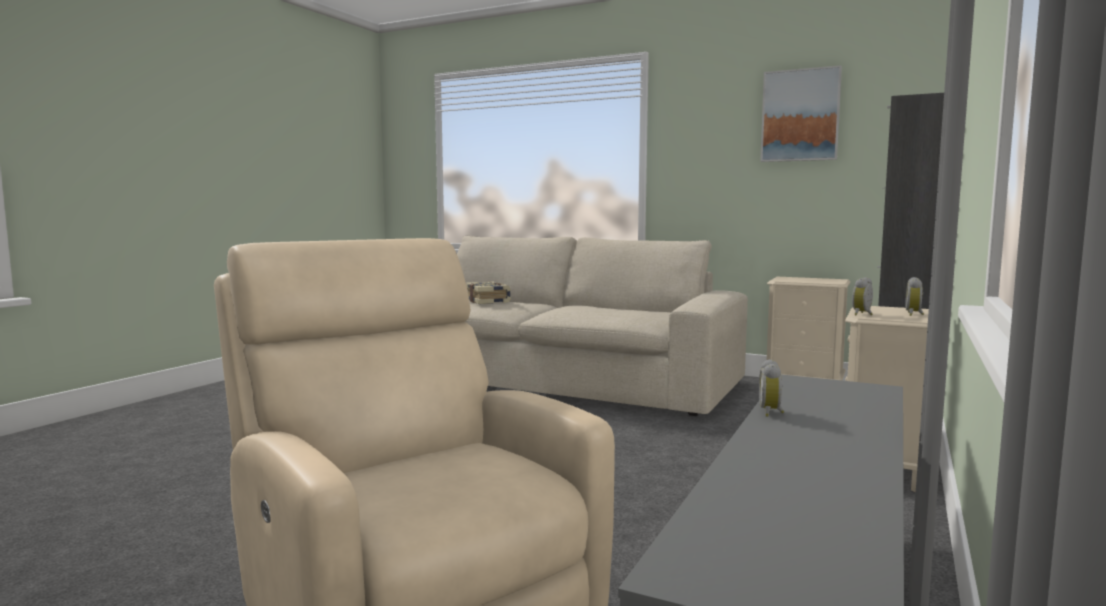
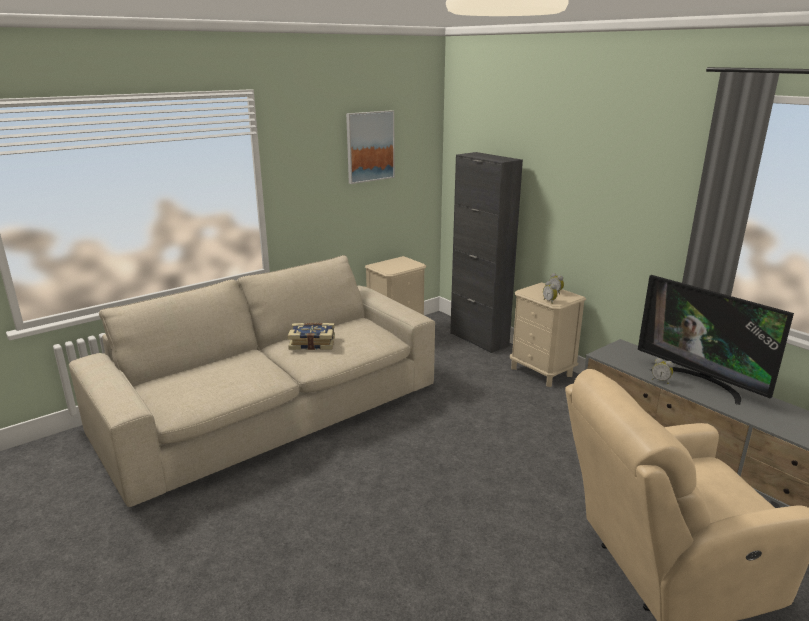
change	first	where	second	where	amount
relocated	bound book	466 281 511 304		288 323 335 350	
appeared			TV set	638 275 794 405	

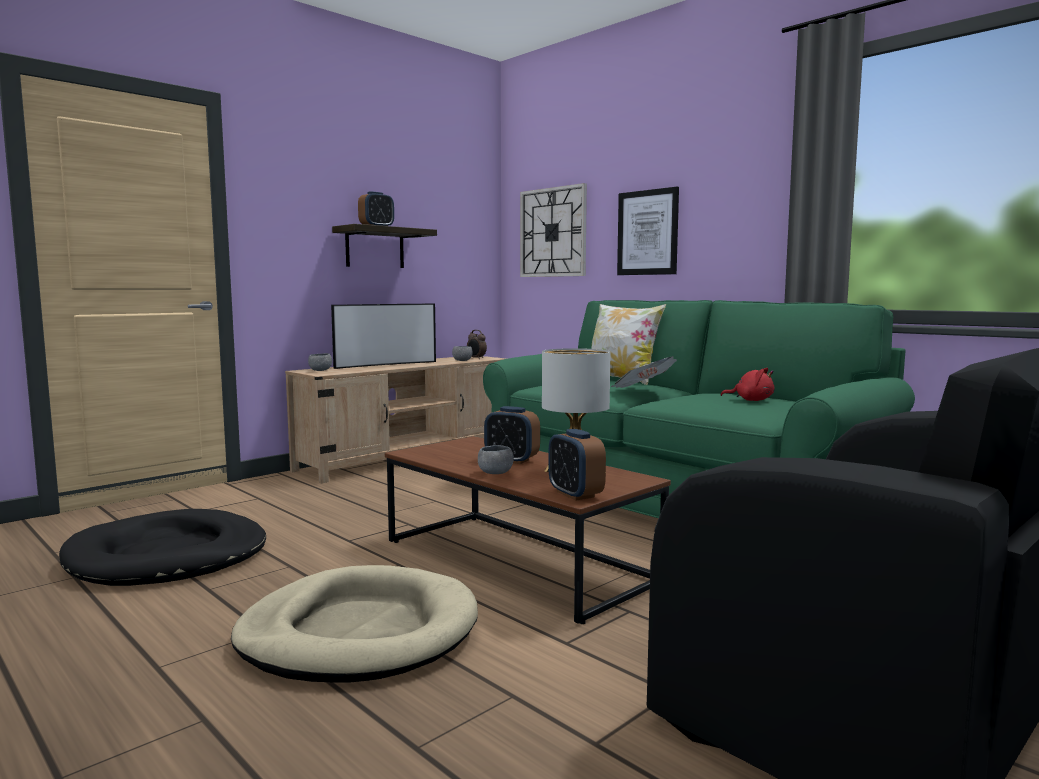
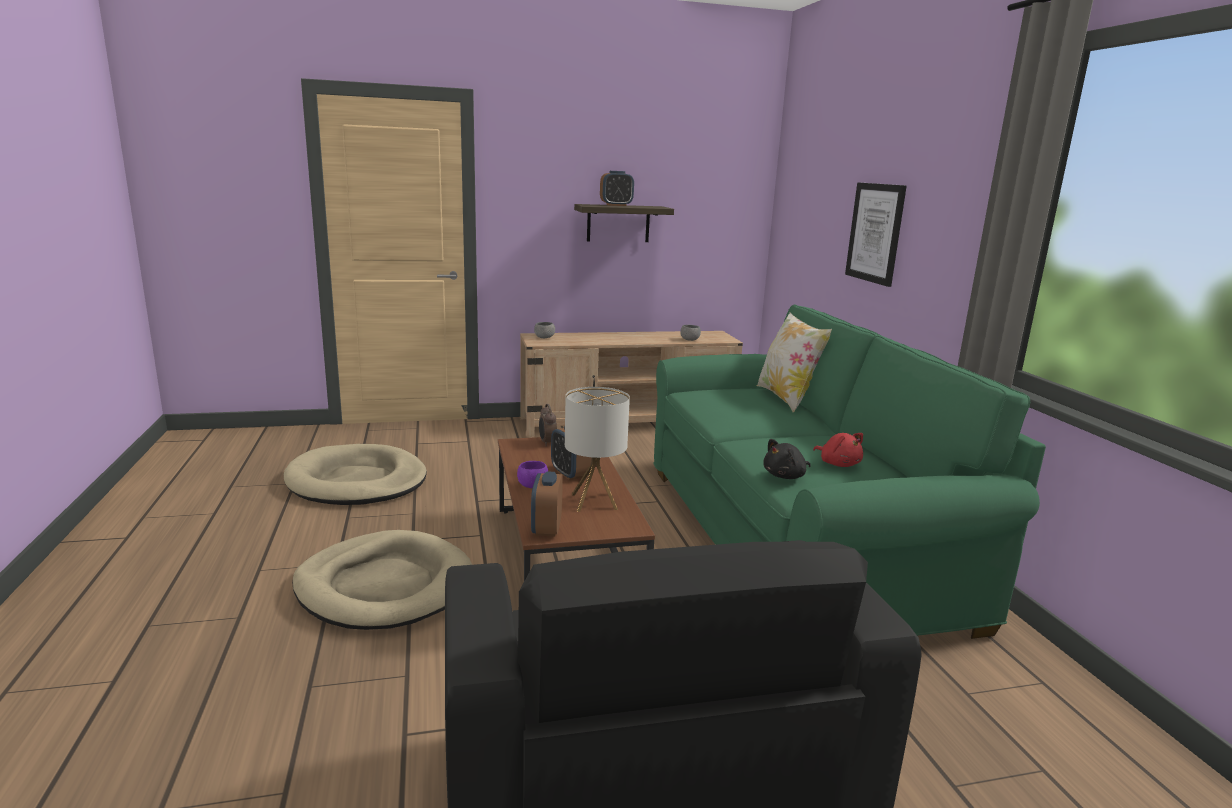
change	first	where	second	where	amount
missing	clock on the wall	520 183 587 277			
missing	TV set	331 304 436 369			
relocated	bedside clock	467 330 487 359		539 404 557 447	
missing	newspaper	611 356 677 388			
colour	grey deep dish	478 445 514 474	purple-coloured deep dish	517 461 548 488	
colour	black-coloured dog bed	59 509 266 586	sand-coloured dog bed	284 444 427 505	
appeared			black-coloured soft toy	763 439 811 479	

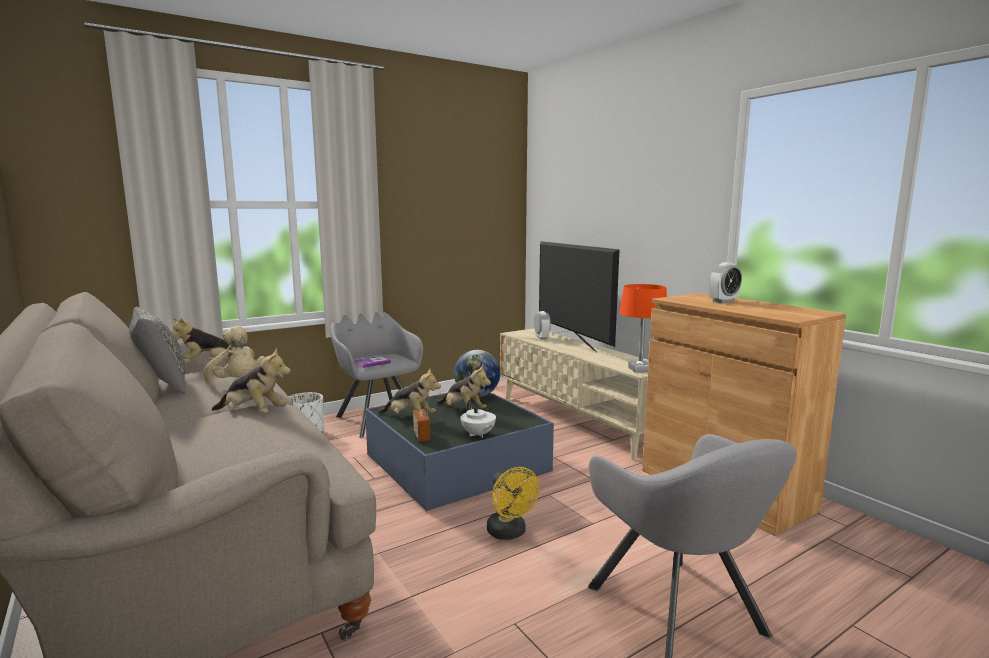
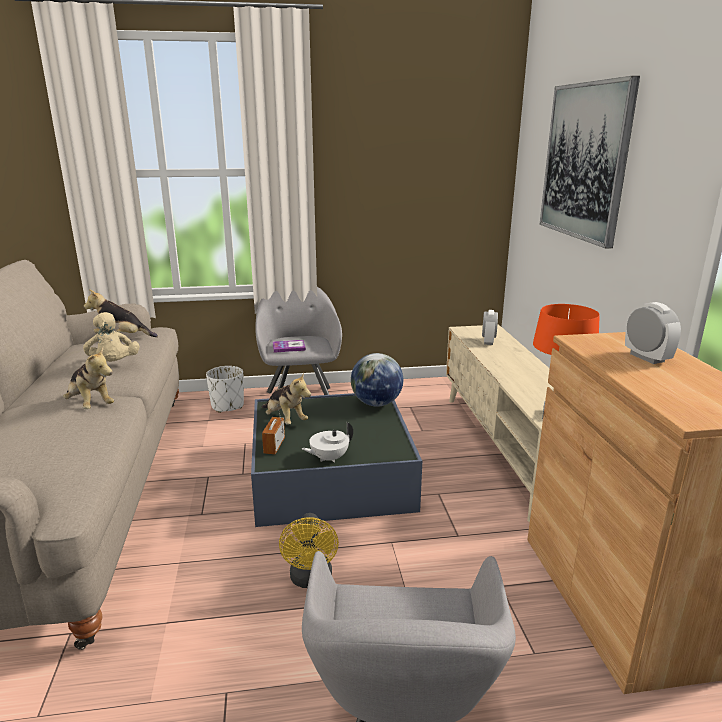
change	first	where	second	where	amount
missing	TV set	539 241 620 352			
spun	bedside clock	709 262 742 303		625 302 681 364	105 degrees counterclockwise
missing	grey throw pillow	129 307 186 394			
missing	soft toy	437 364 491 410			
spun	white tea pot	461 399 496 438		302 422 353 463	60 degrees clockwise
appeared			wall art	539 76 640 249	

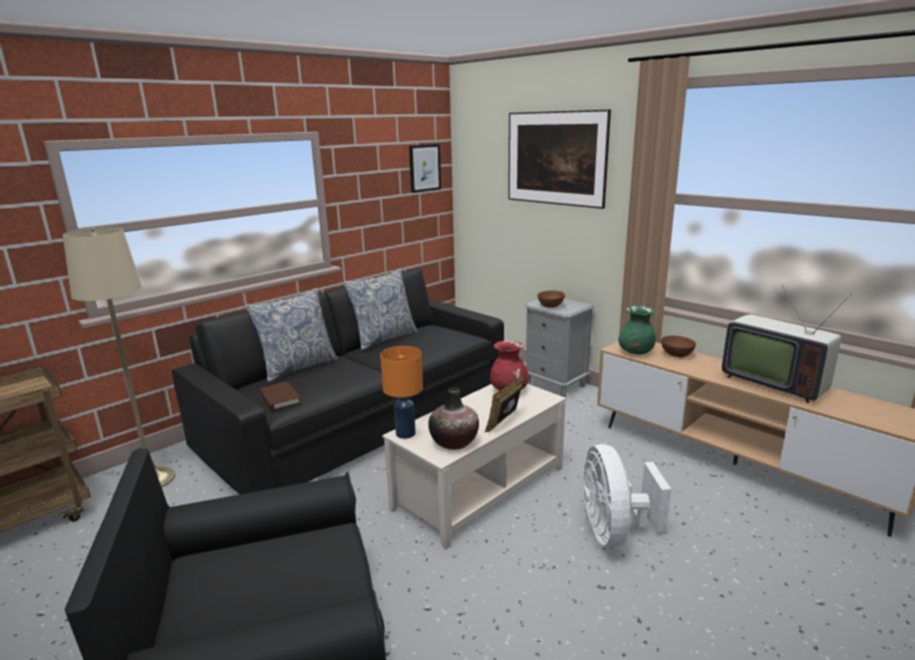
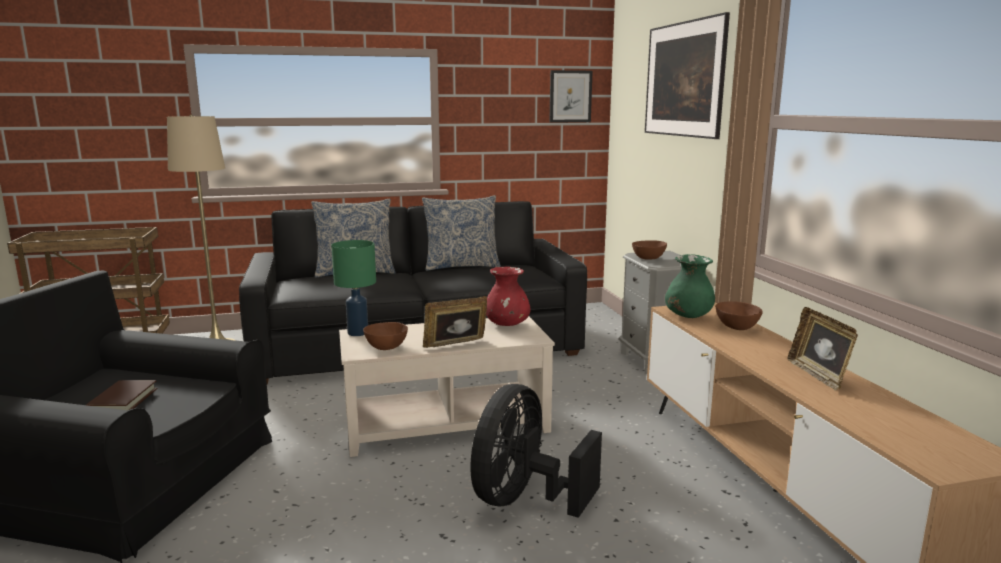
change	first	where	second	where	amount
exchanged	TV set	722 285 852 403	picture frame	787 307 858 391	
colour	orange tabletop lamp	380 346 423 439	green tabletop lamp	331 240 376 336	
relocated	brown bound book	260 382 301 411		86 380 157 410	
exchanged	decorative vase	428 387 479 450	brown deep dish	363 322 408 350	
colour	white fan	582 444 671 547	black-coloured fan	470 384 602 518	

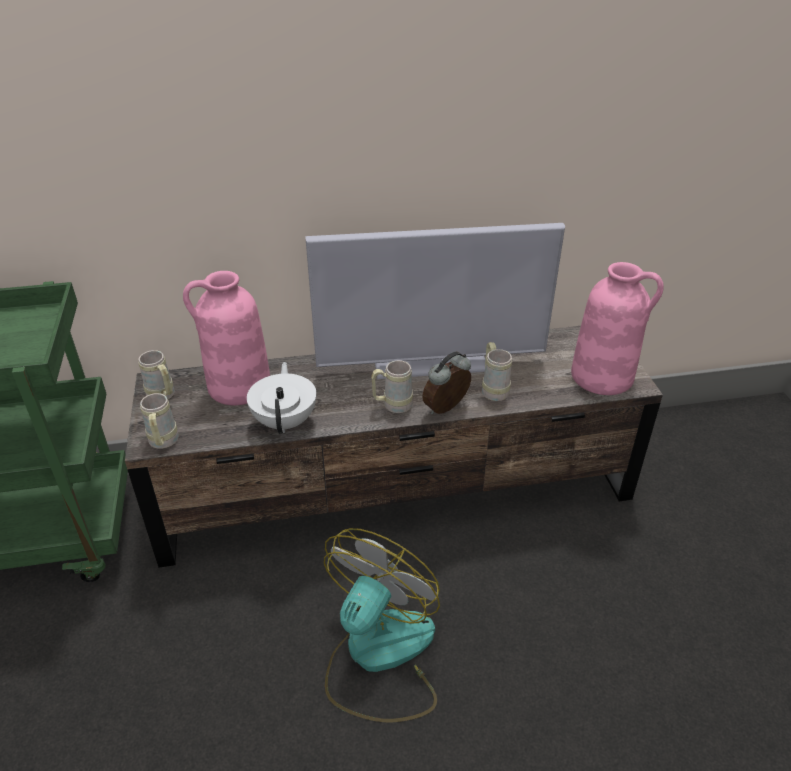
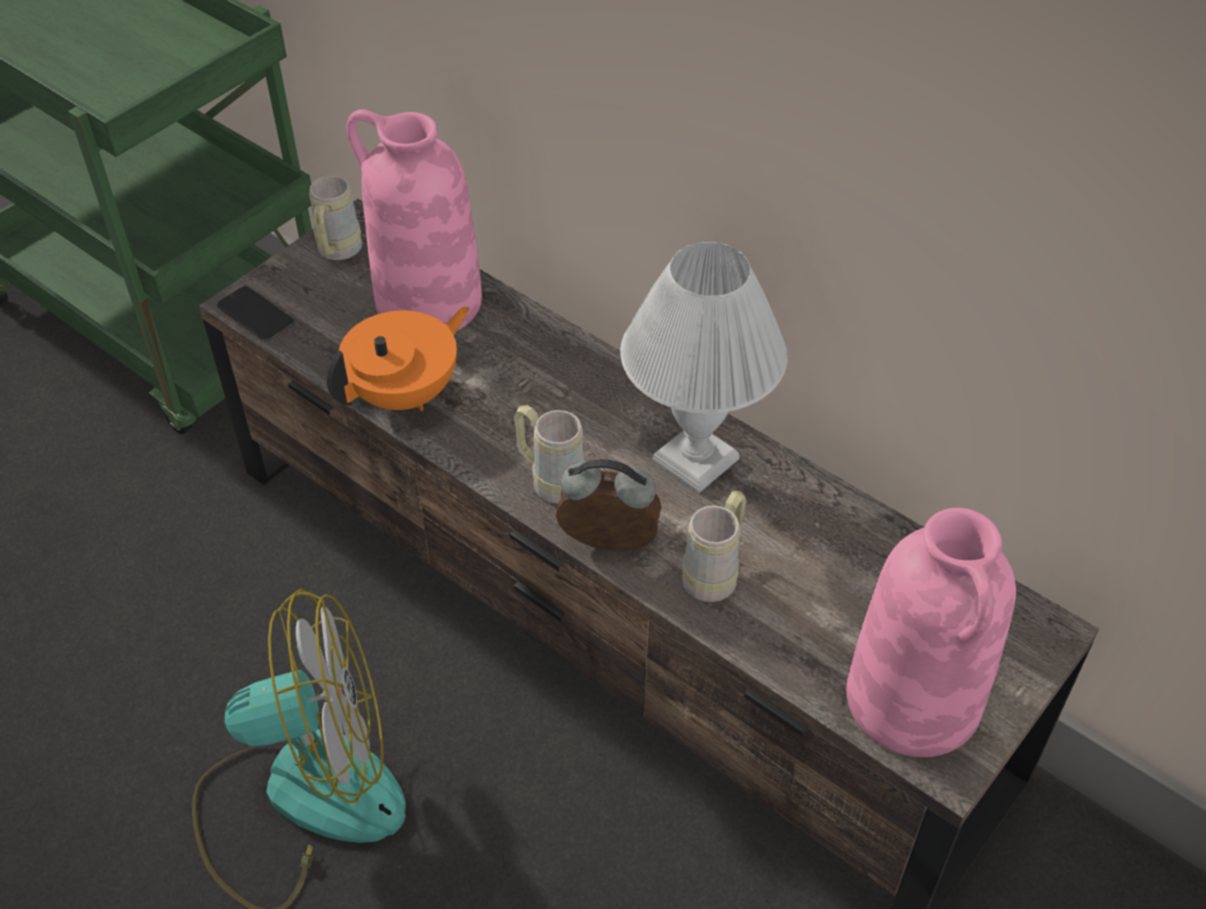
change	first	where	second	where	amount
exchanged	TV set	305 223 565 379	white tabletop lamp	620 242 788 493	
colour	white tea pot	247 362 316 434	orange tea pot	327 307 469 411	
exchanged	sand-coloured tea mug	140 393 179 449	telephone	217 286 295 342	

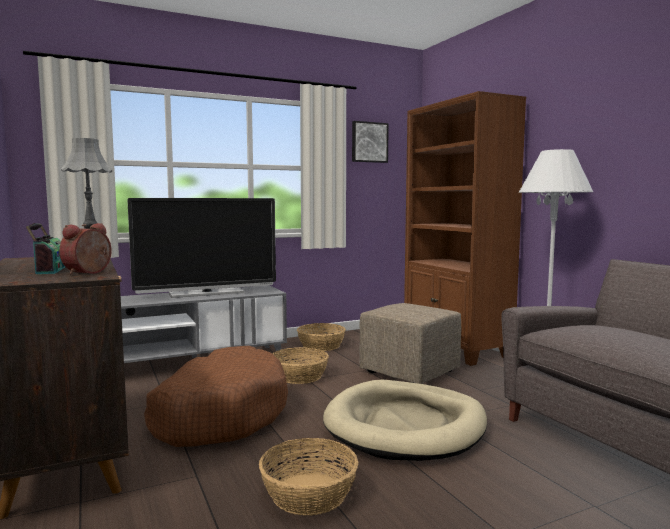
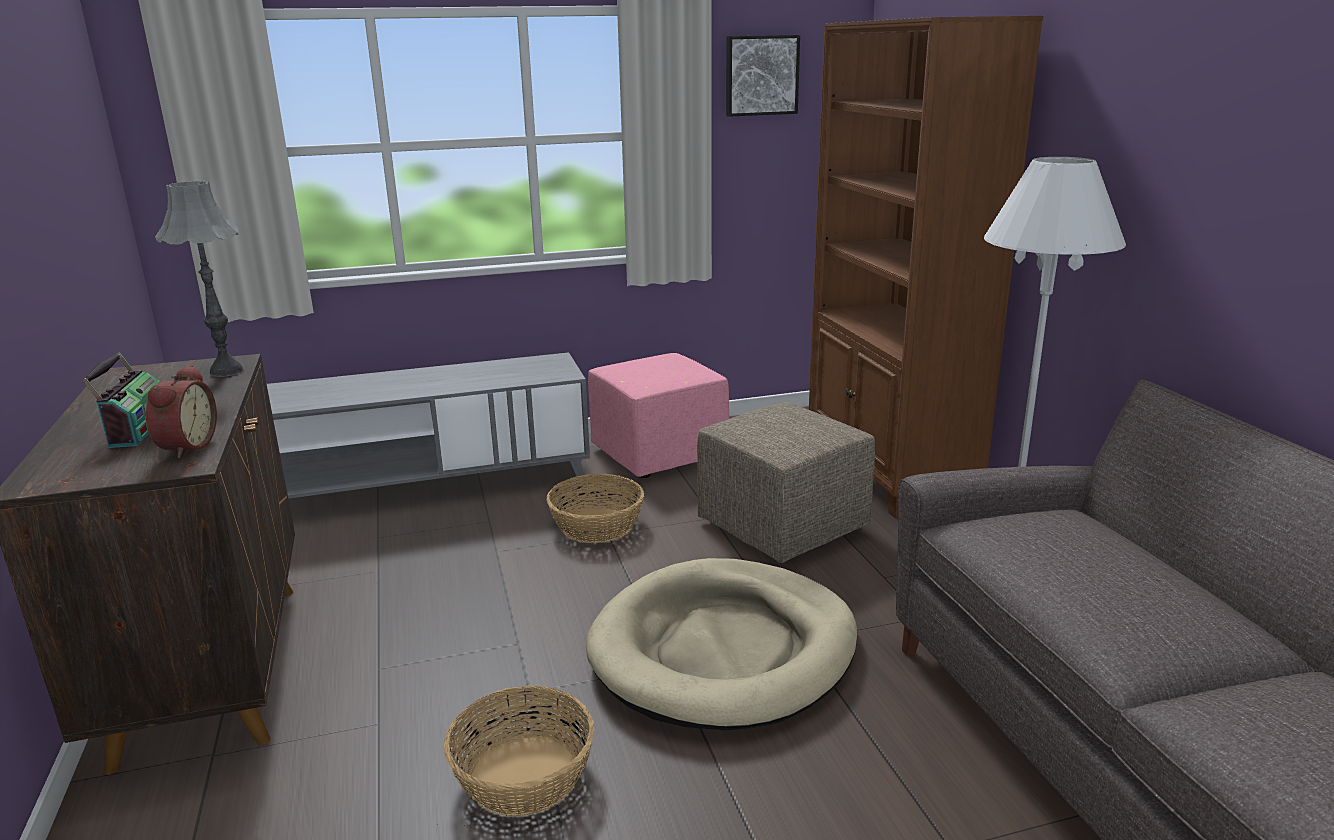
change	first	where	second	where	amount
missing	TV set	127 198 276 298			
spun	bedside clock	59 223 112 275		146 365 217 458	150 degrees clockwise
exchanged	household basket	297 323 346 351	pink pouffe	588 353 729 478	
missing	brown dog bed	144 346 288 447			

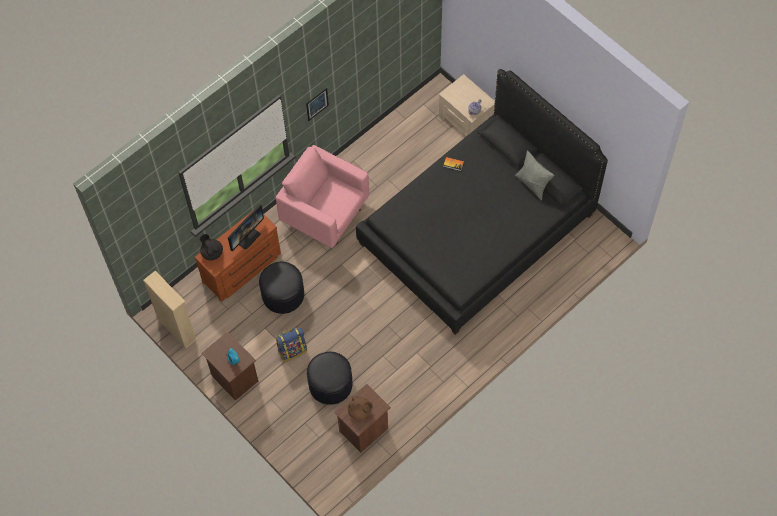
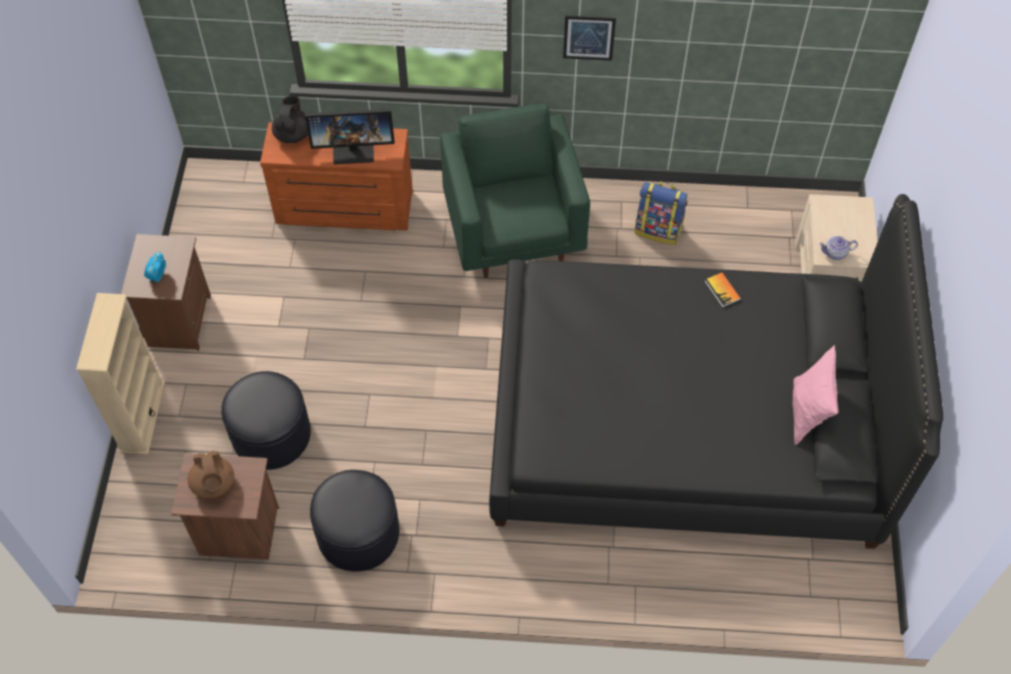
change	first	where	second	where	amount
colour	pink lounge chair	276 145 369 248	green lounge chair	440 103 590 278	
colour	grey throw pillow	515 150 554 201	pink throw pillow	792 345 839 445	
relocated	black-coloured pouffe	259 262 304 314		310 470 399 572	
relocated	sand-coloured bookshelf	143 271 197 348		76 293 165 454	
relocated	backpack	276 327 307 362		635 181 688 245	

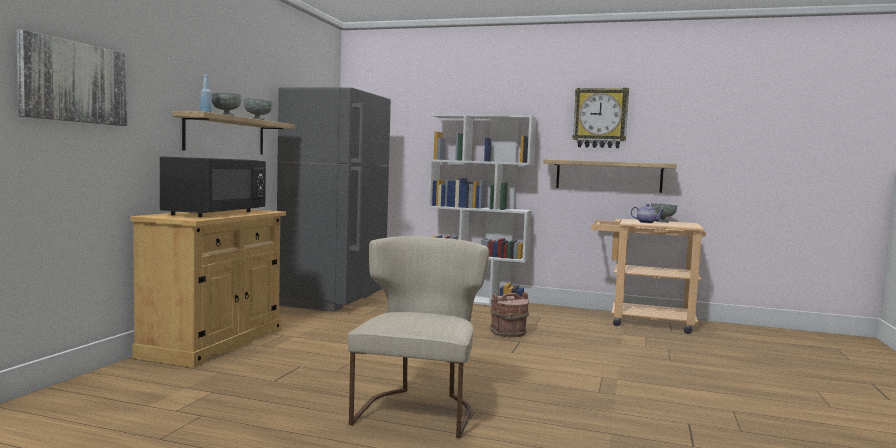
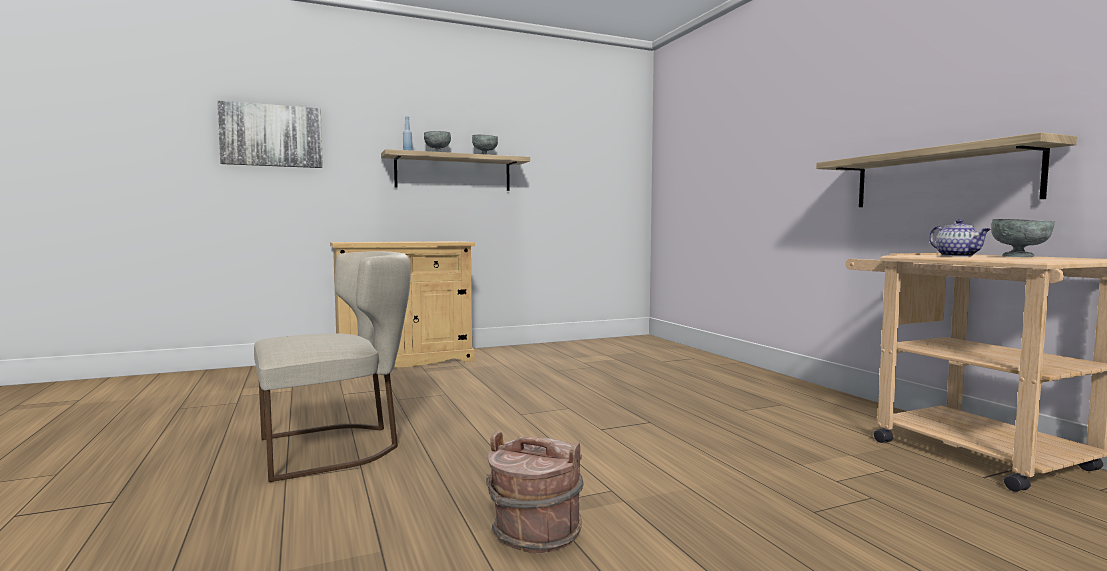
change	first	where	second	where	amount
missing	grey fridge	277 87 391 312			
missing	clock on the wall	573 88 629 148			
missing	white bookshelf	428 114 537 306			
missing	black-coloured kitchen microwave	160 156 266 217			
relocated	brown pail	490 292 529 337		486 431 583 553	

